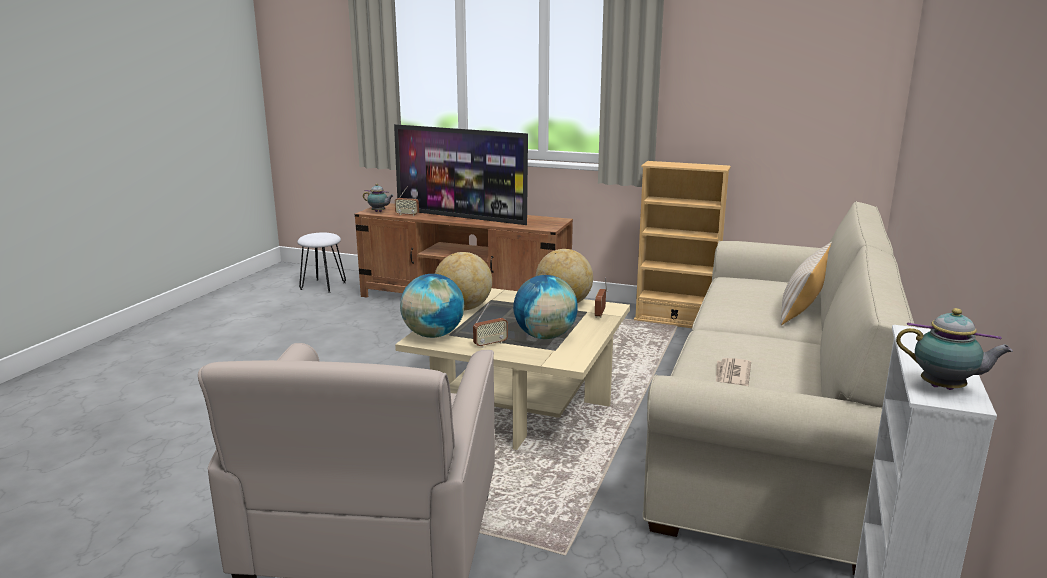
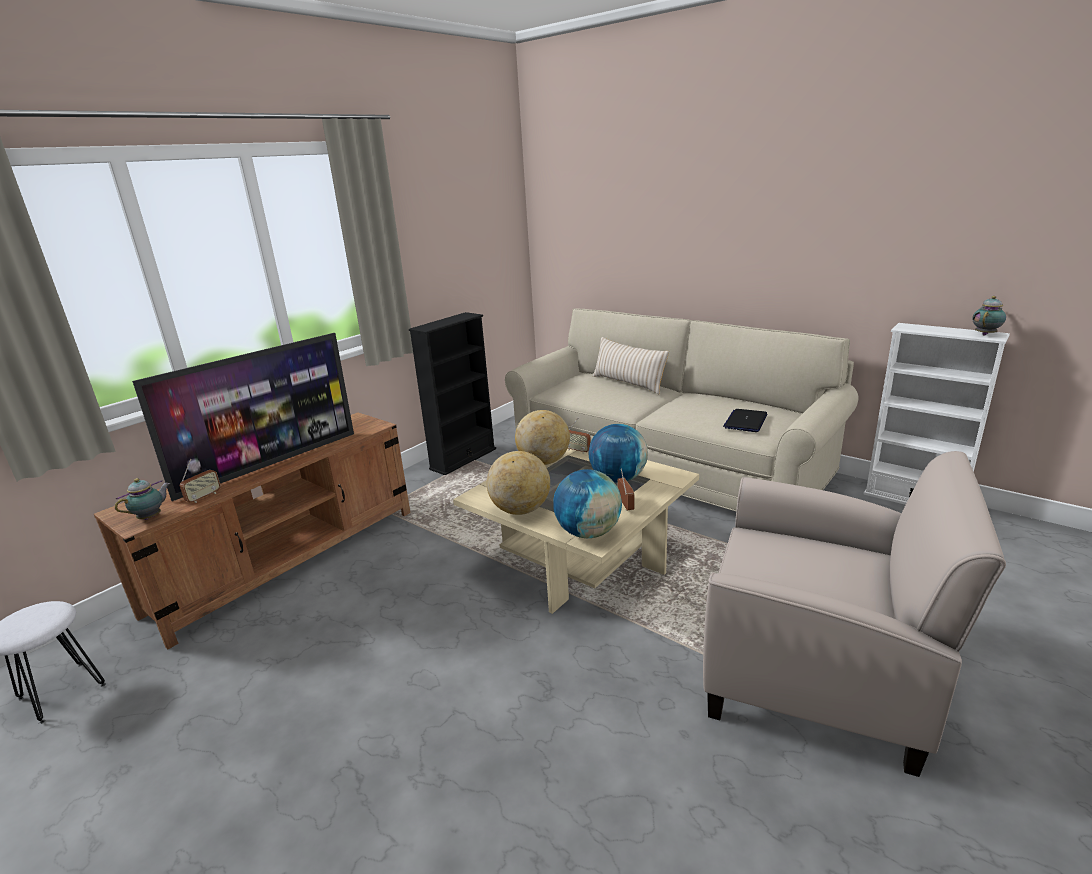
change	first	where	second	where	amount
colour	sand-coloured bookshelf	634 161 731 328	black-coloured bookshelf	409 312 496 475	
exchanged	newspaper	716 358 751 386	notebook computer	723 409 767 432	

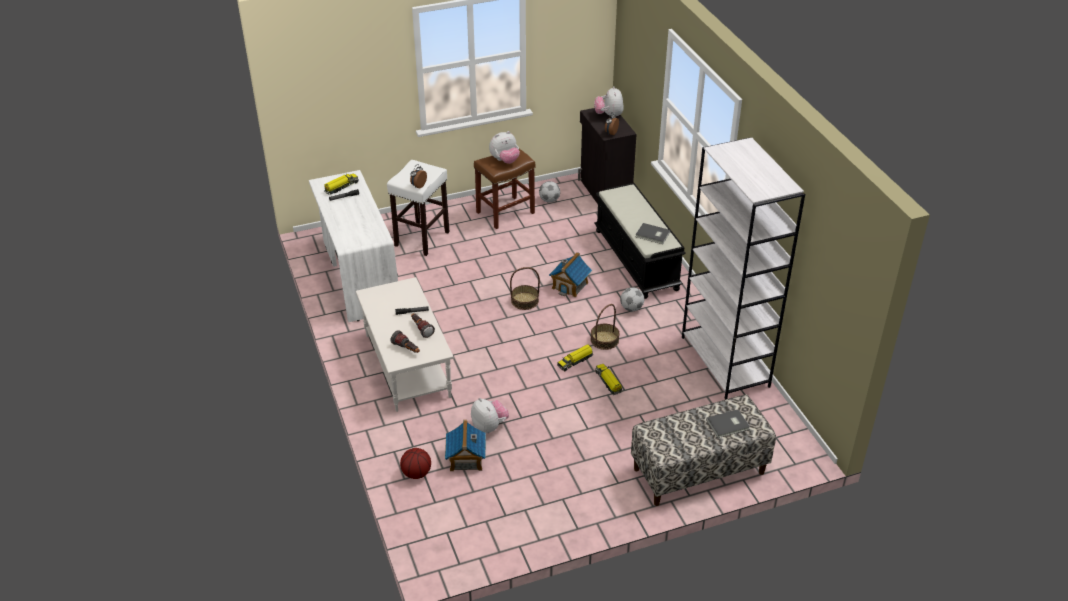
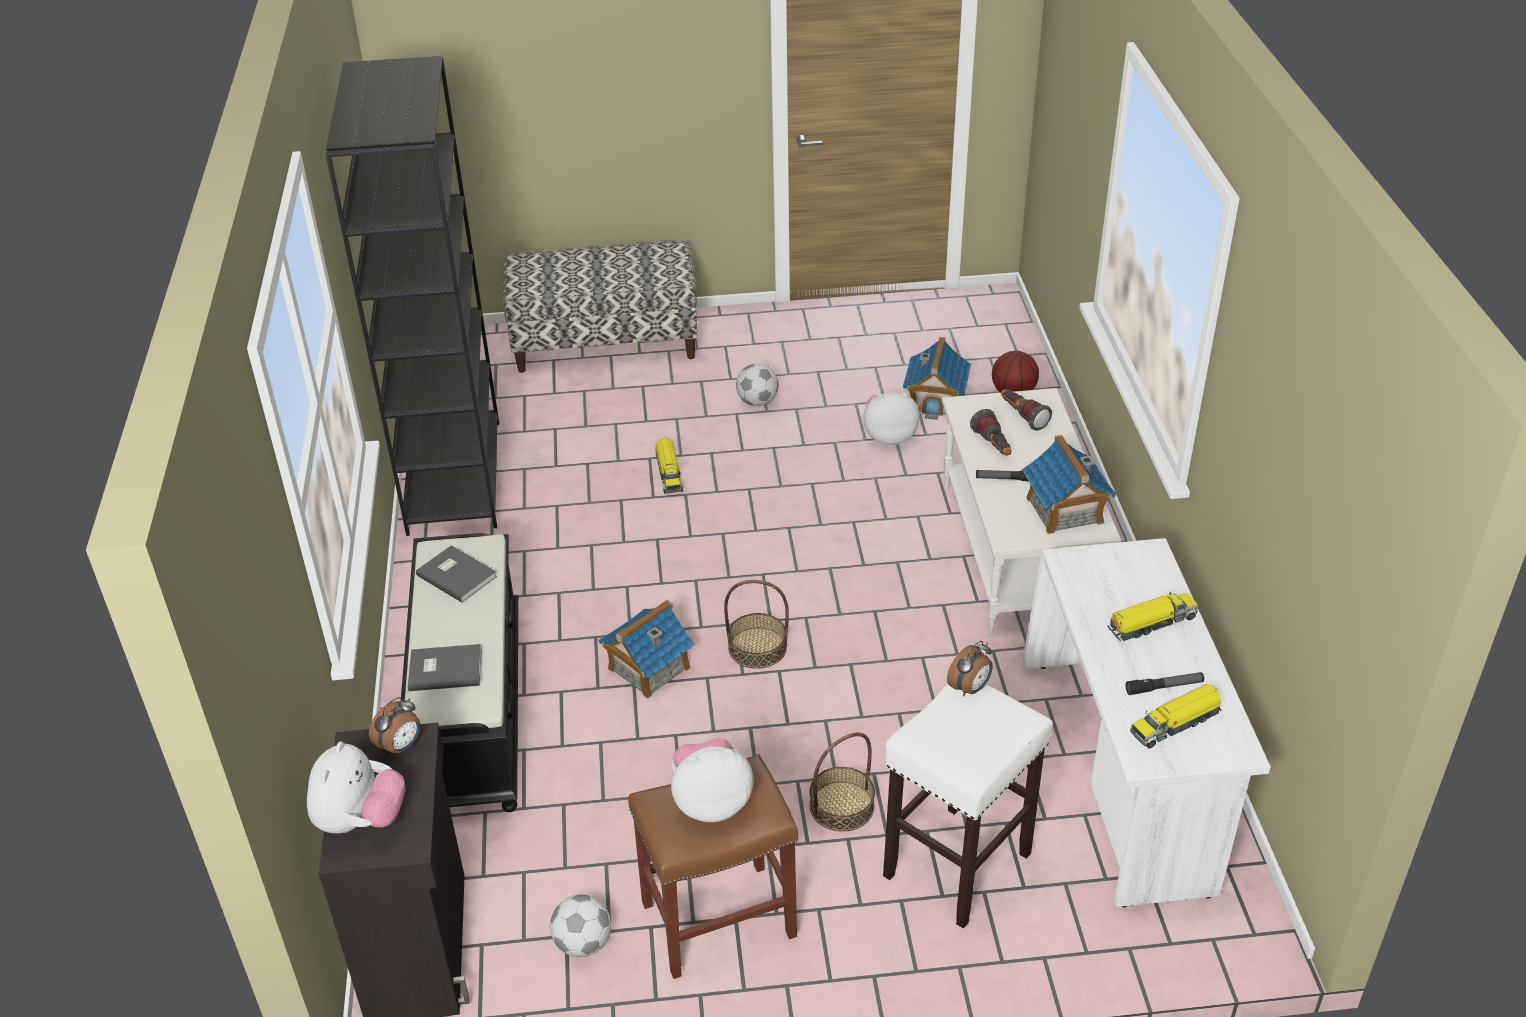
change	first	where	second	where	amount
colour	white bookshelf	682 137 805 400	black-coloured bookshelf	326 56 499 536	
relocated	football ball	620 287 644 311		736 364 778 406	
relocated	household basket	590 304 620 350		809 732 875 832	
relocated	model truck	557 345 594 371		1107 592 1198 641	
spun	soft toy	471 398 509 433		863 392 920 446	105 degrees clockwise
relocated	grey bound book	706 410 750 438		408 644 482 691	
appeared			miniature house	1022 435 1117 534	

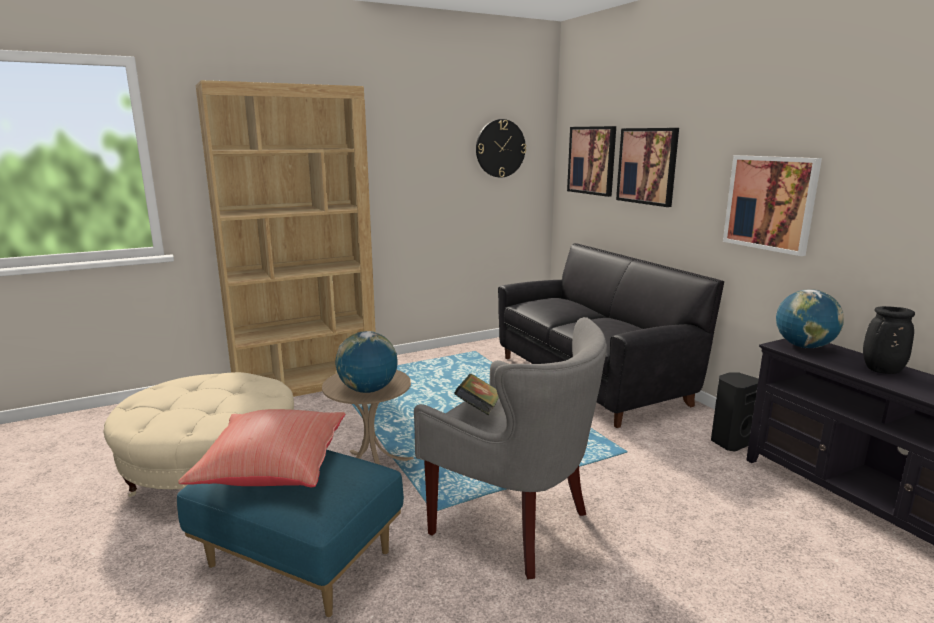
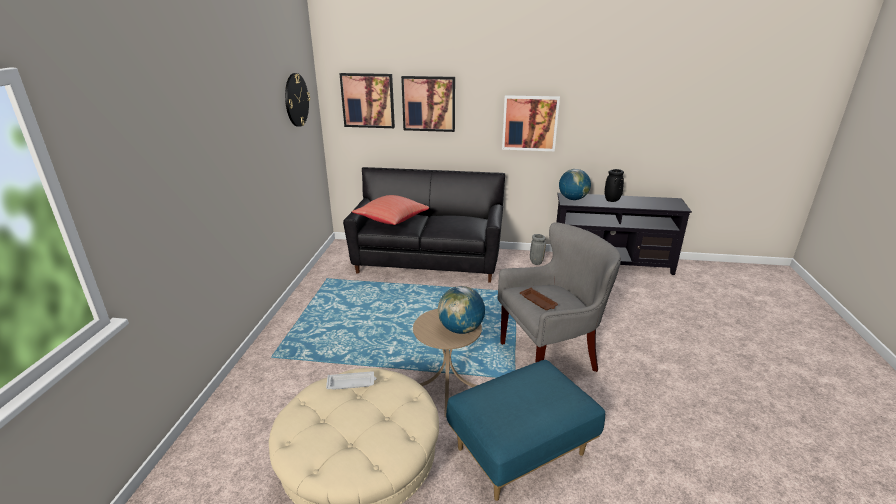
change	first	where	second	where	amount
missing	brown bookshelf	196 80 376 397			
exchanged	black-coloured loudspeaker	711 372 759 452	grey decorative vase	530 234 546 265	
exchanged	bound book	454 374 499 415	brown carrying tray	520 288 558 310	
relocated	red throw pillow	178 409 345 487		352 195 429 225	
appeared			white carrying tray	326 371 376 390	

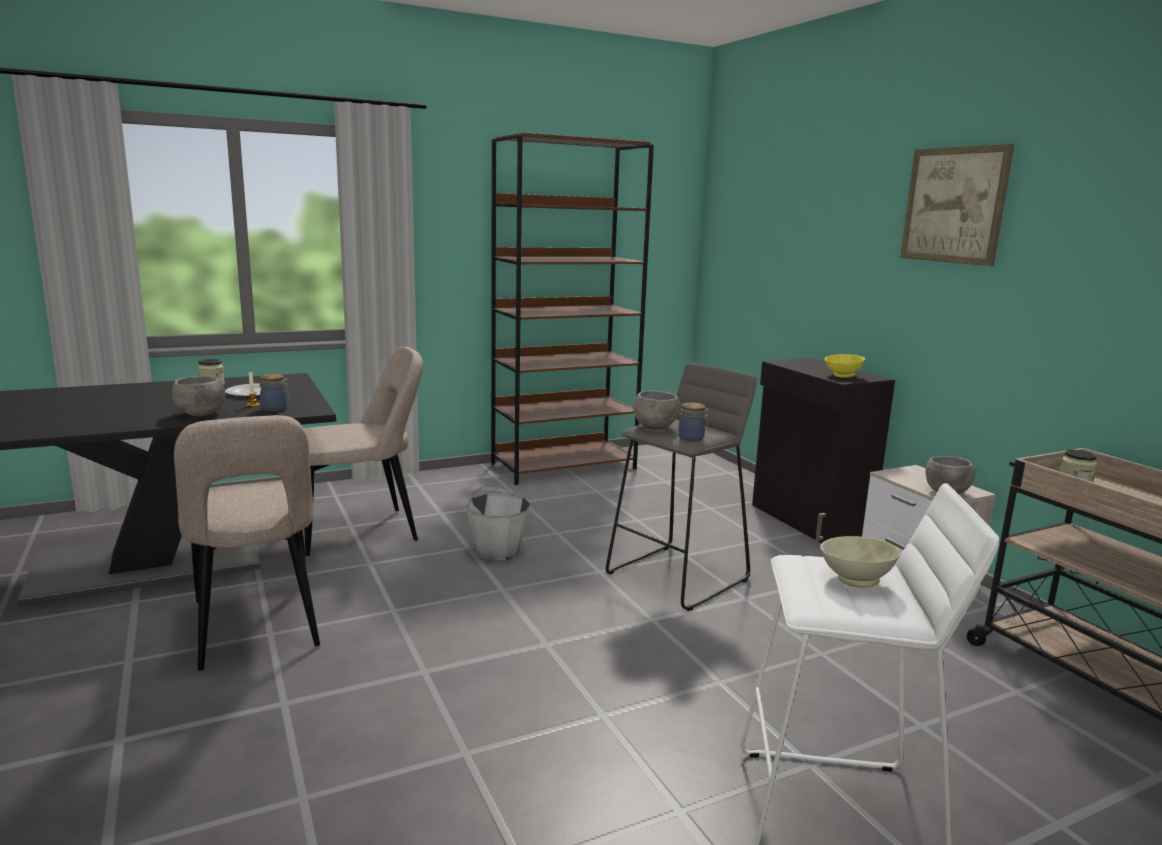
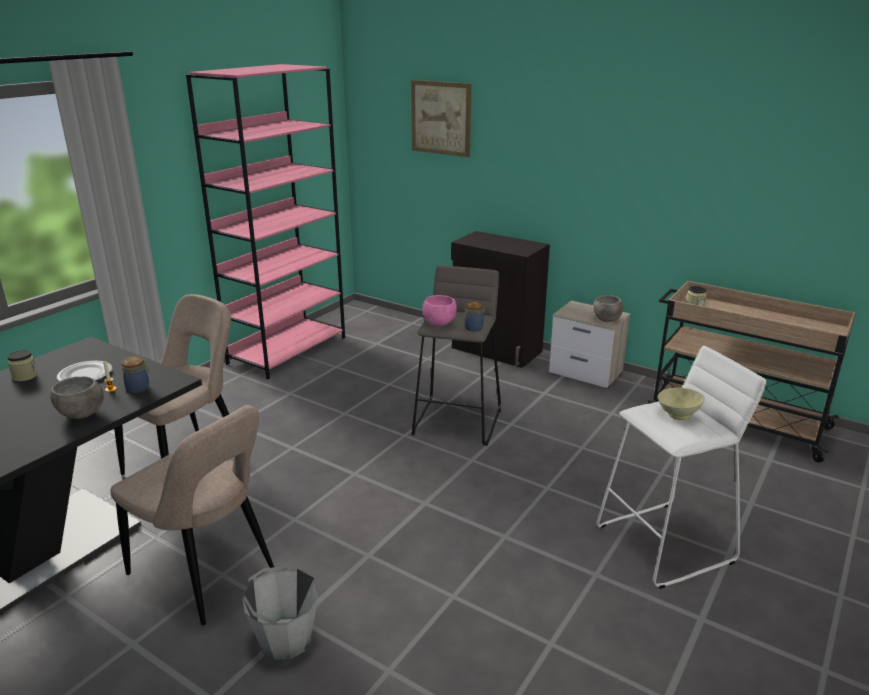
change	first	where	second	where	amount
colour	brown bookshelf	491 132 654 485	pink bookshelf	186 64 345 379	
relocated	wall art	900 144 1014 266		411 80 471 157	
missing	yellowish deep dish	825 354 865 378			
colour	grey deep dish	633 390 680 430	pink deep dish	422 295 457 326	
relocated	grey pail	466 487 530 561		242 567 319 660	

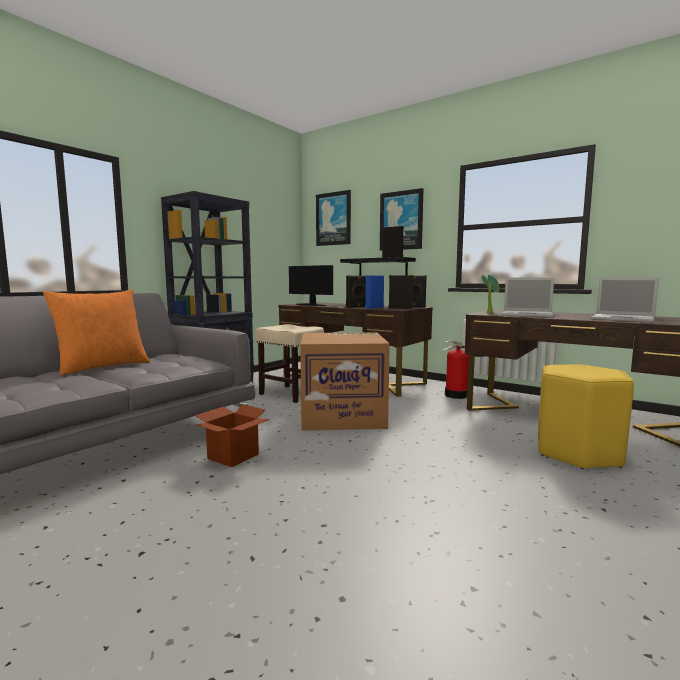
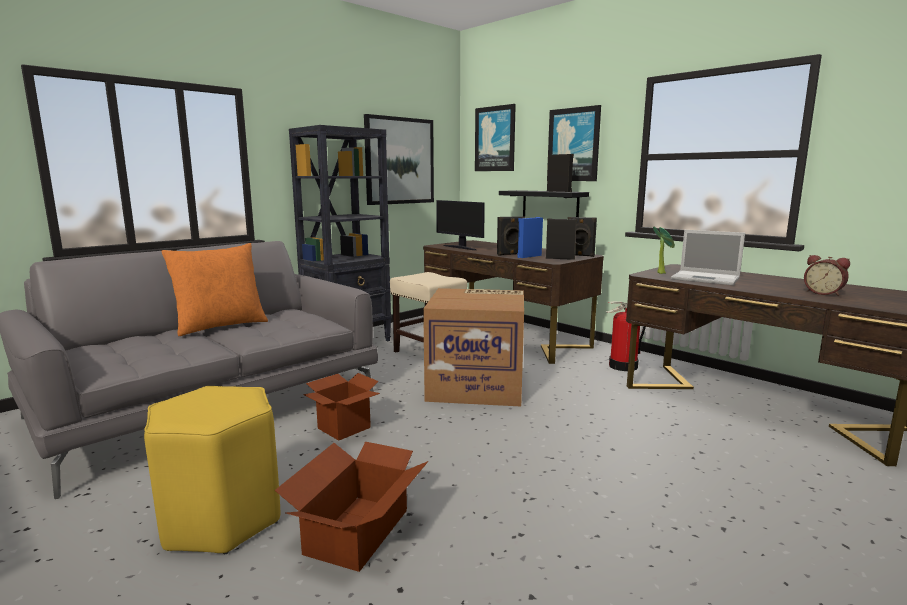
change	first	where	second	where	amount
exchanged	notebook computer	591 277 659 322	bedside clock	804 255 850 296	
relocated	yellowish stool seat	538 364 634 469		144 386 280 554	
appeared			wall art	364 114 434 205	
appeared			packing box	274 442 428 572	

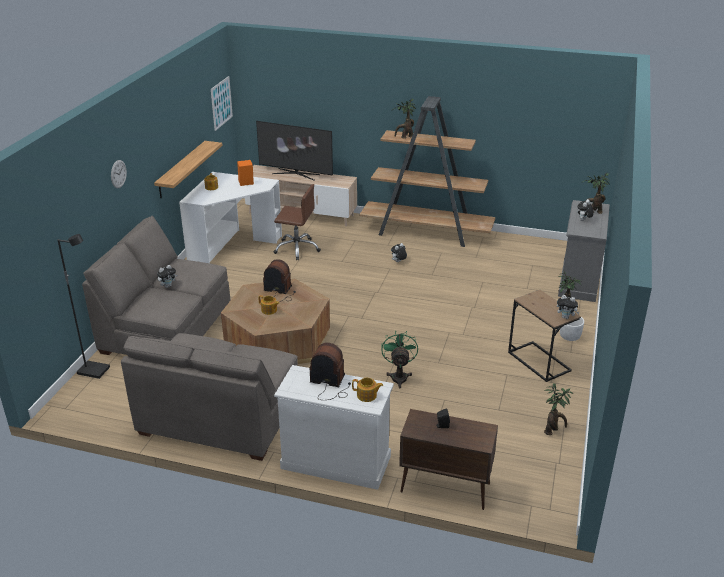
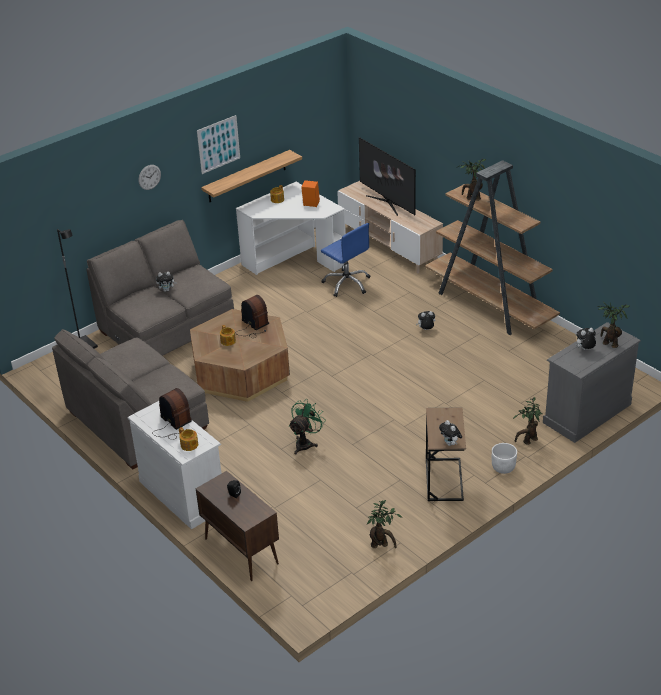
change	first	where	second	where	amount
relocated	wall art	211 76 233 131		197 115 240 174	
colour	brown office chair	273 184 321 261	bluish office chair	321 223 370 297	

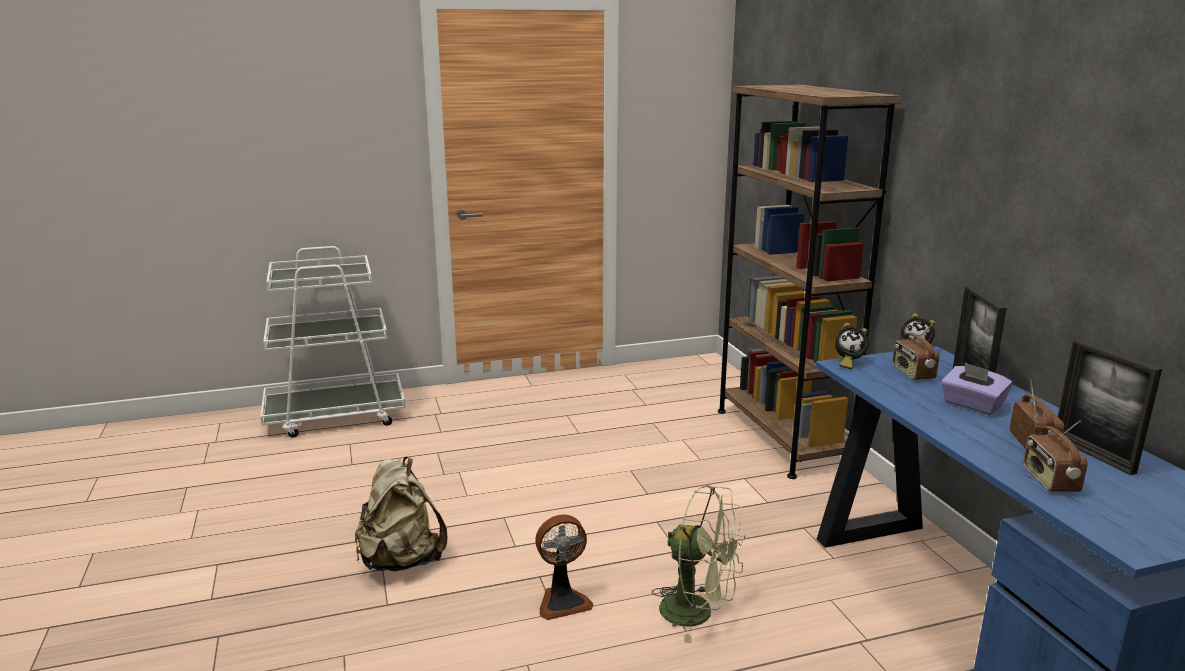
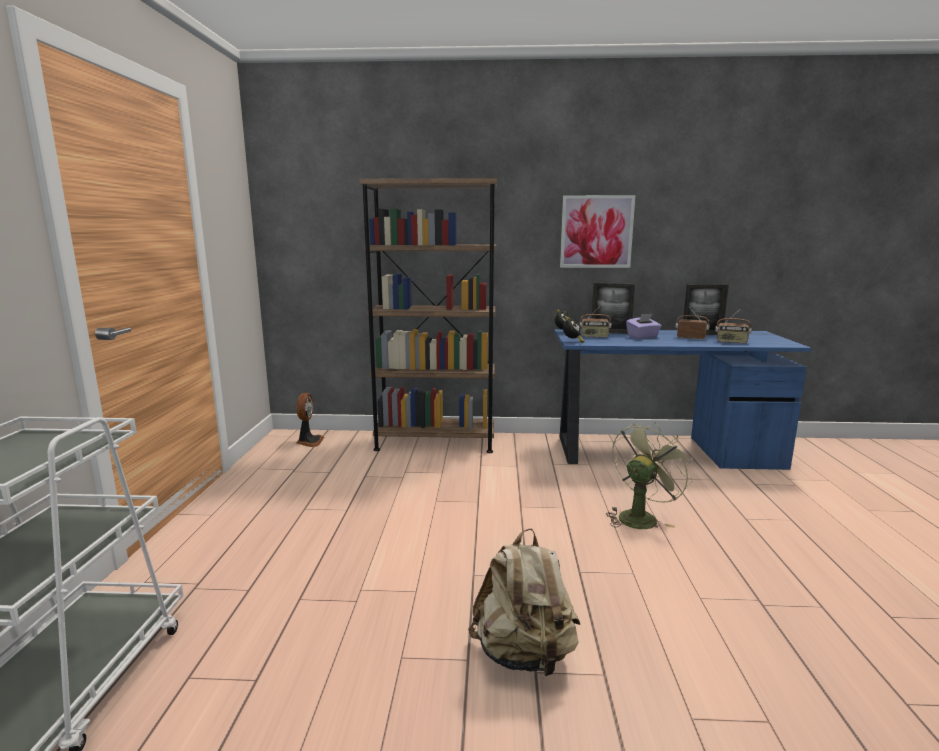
change	first	where	second	where	amount
relocated	fan	535 514 593 620		296 393 324 447	
appeared			wall art	560 195 635 268	

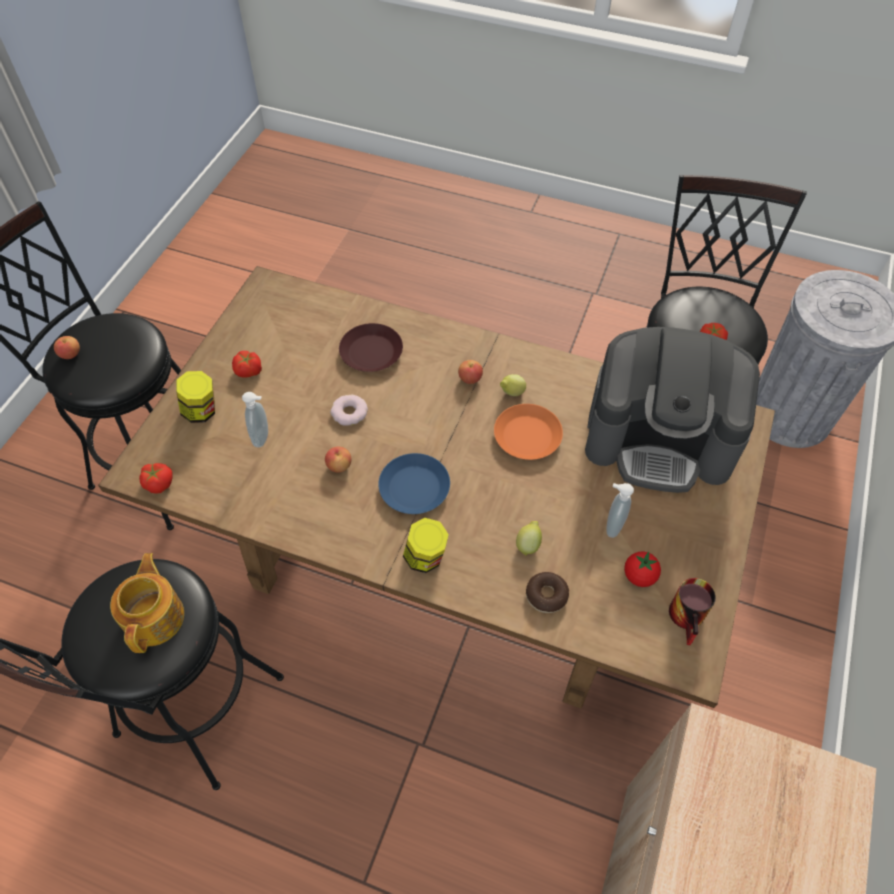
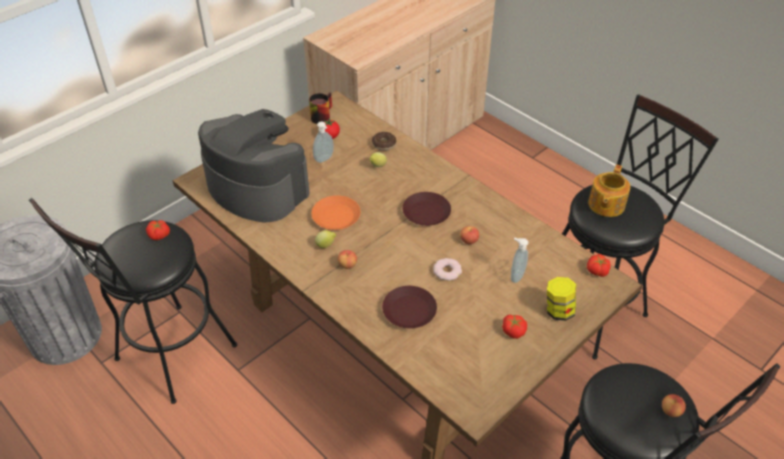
change	first	where	second	where	amount
colour	bluish plate	378 453 450 514	brown plate	402 192 451 226	
missing	preserve jar	403 518 449 573			

